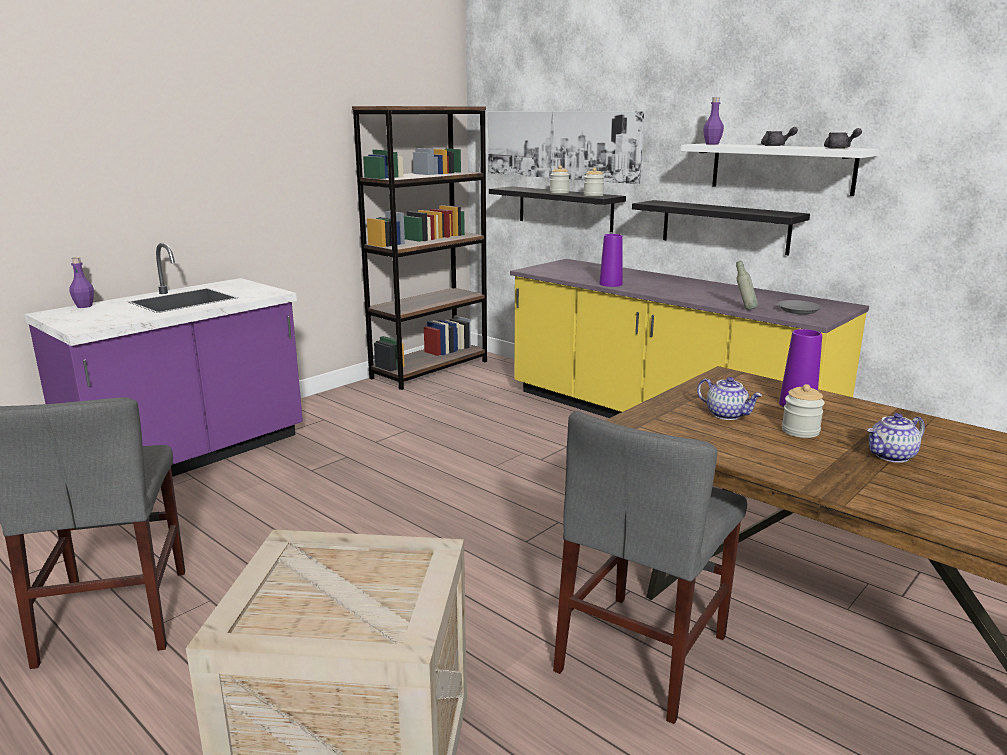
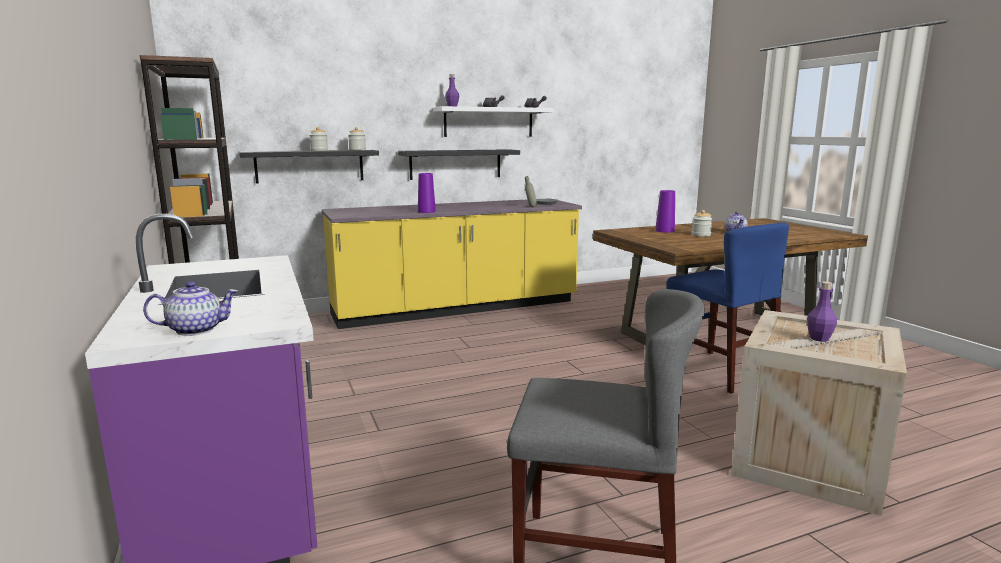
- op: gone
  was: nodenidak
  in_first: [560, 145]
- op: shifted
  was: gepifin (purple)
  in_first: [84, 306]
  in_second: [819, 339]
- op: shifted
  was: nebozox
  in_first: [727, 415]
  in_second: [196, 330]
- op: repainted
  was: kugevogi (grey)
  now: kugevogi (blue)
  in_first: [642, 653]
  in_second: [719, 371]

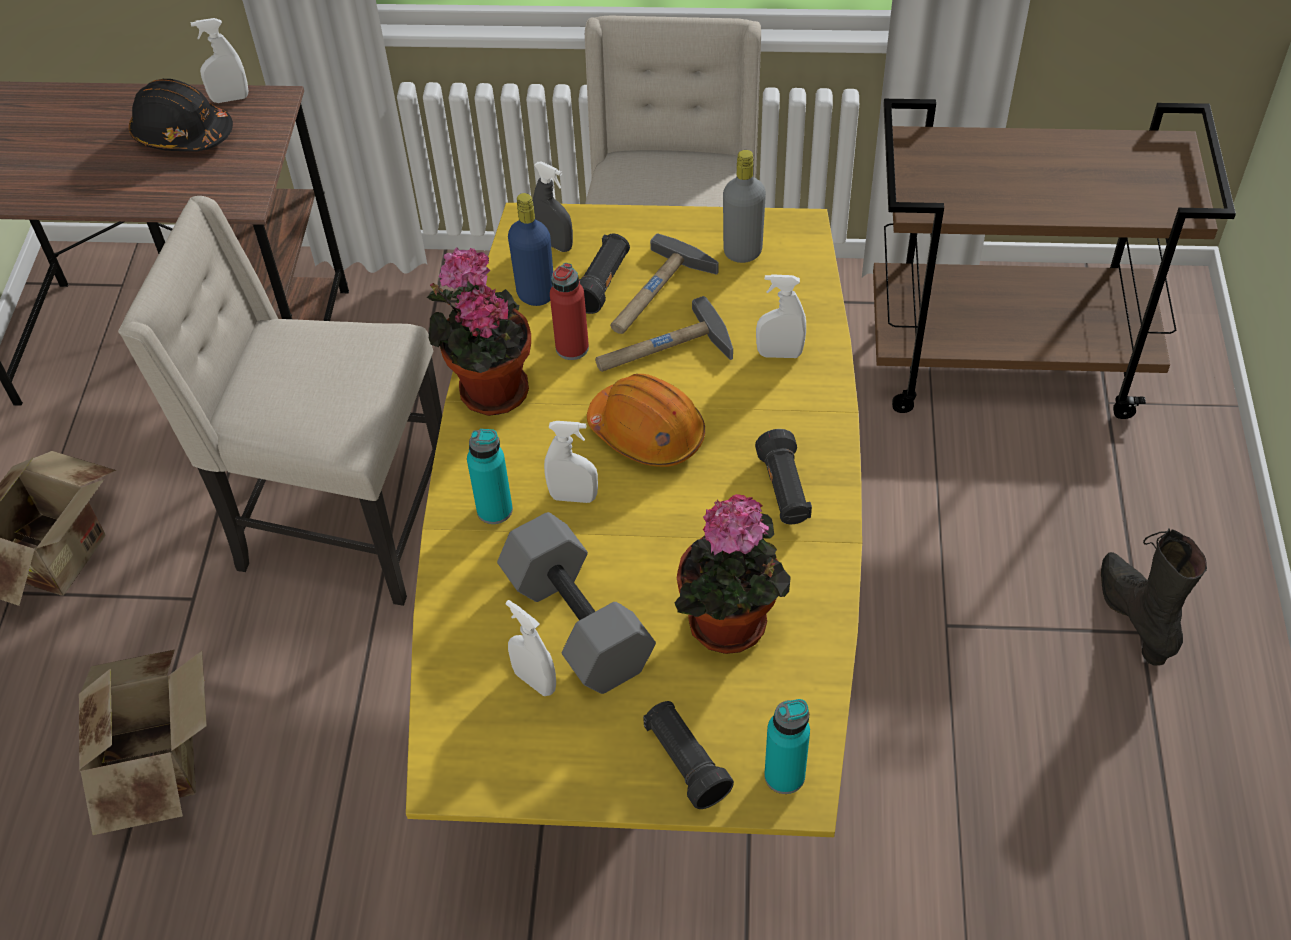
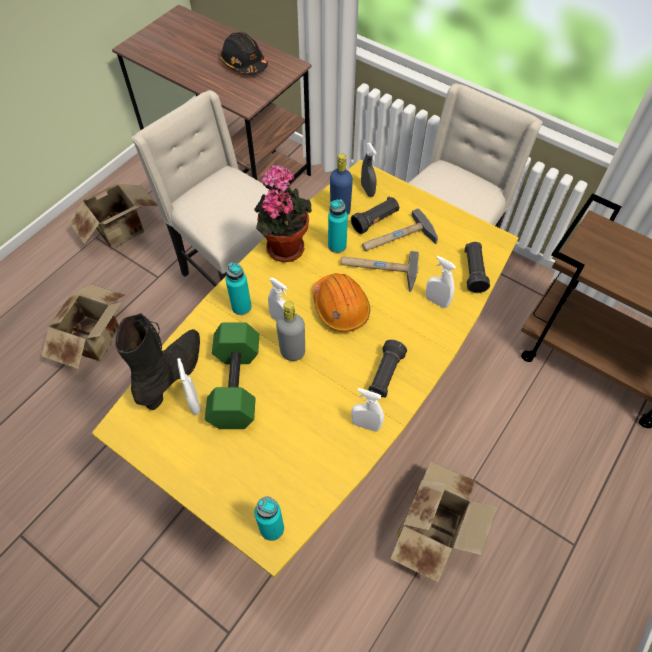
- op: gone
  was: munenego
  in_first: [731, 628]
- op: new
  now: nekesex
  in_second: [435, 528]
- op: shifted
  was: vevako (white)
  in_first: [230, 98]
  in_second: [366, 425]
- op: shifted
  was: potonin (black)
  in_first: [685, 762]
  in_second: [473, 272]
- op: shifted
  was: gepifin (grey)
  in_first: [742, 252]
  in_second: [292, 352]
- op: shifted
  was: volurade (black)
  in_first: [1134, 617]
  in_second: [174, 374]
- op: repainted
  was: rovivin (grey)
  now: rovivin (green)
  in_first: [574, 622]
  in_second: [234, 384]
- op: repainted
  was: gepifin (red)
  now: gepifin (turquoise)
  in_first: [572, 348]
  in_second: [337, 246]

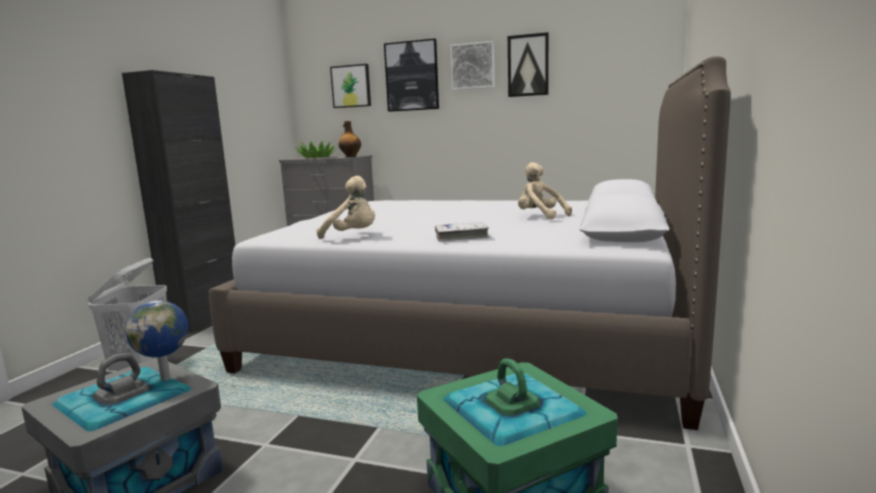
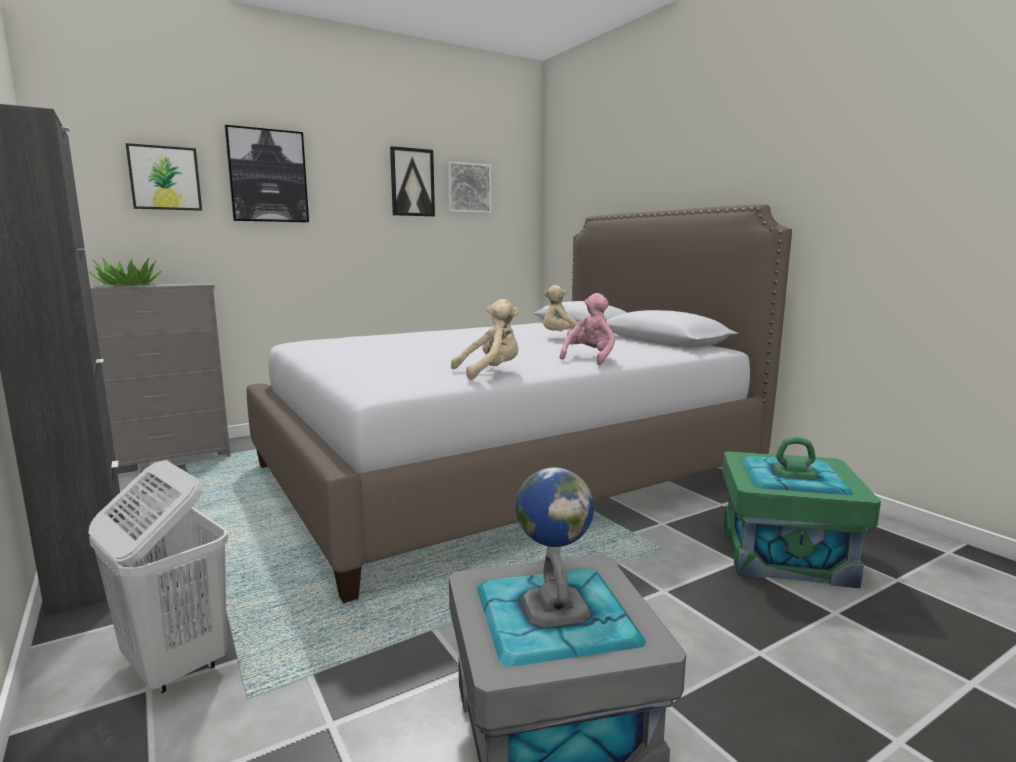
- op: gone
  was: gepifin
  in_first: [350, 156]
- op: shifted
  was: nodenidak
  in_first: [473, 66]
  in_second: [468, 188]
- op: swapped
  was: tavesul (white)
  now: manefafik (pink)
  in_first: [461, 237]
  in_second: [589, 358]

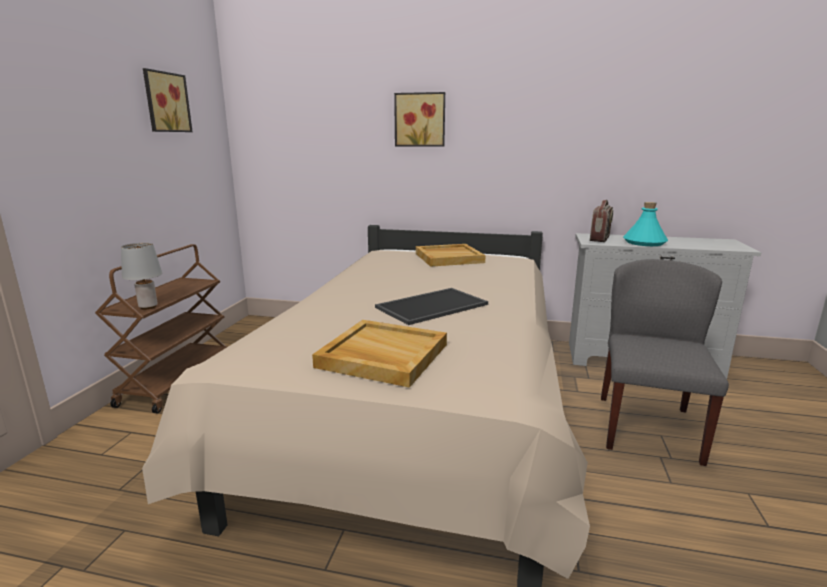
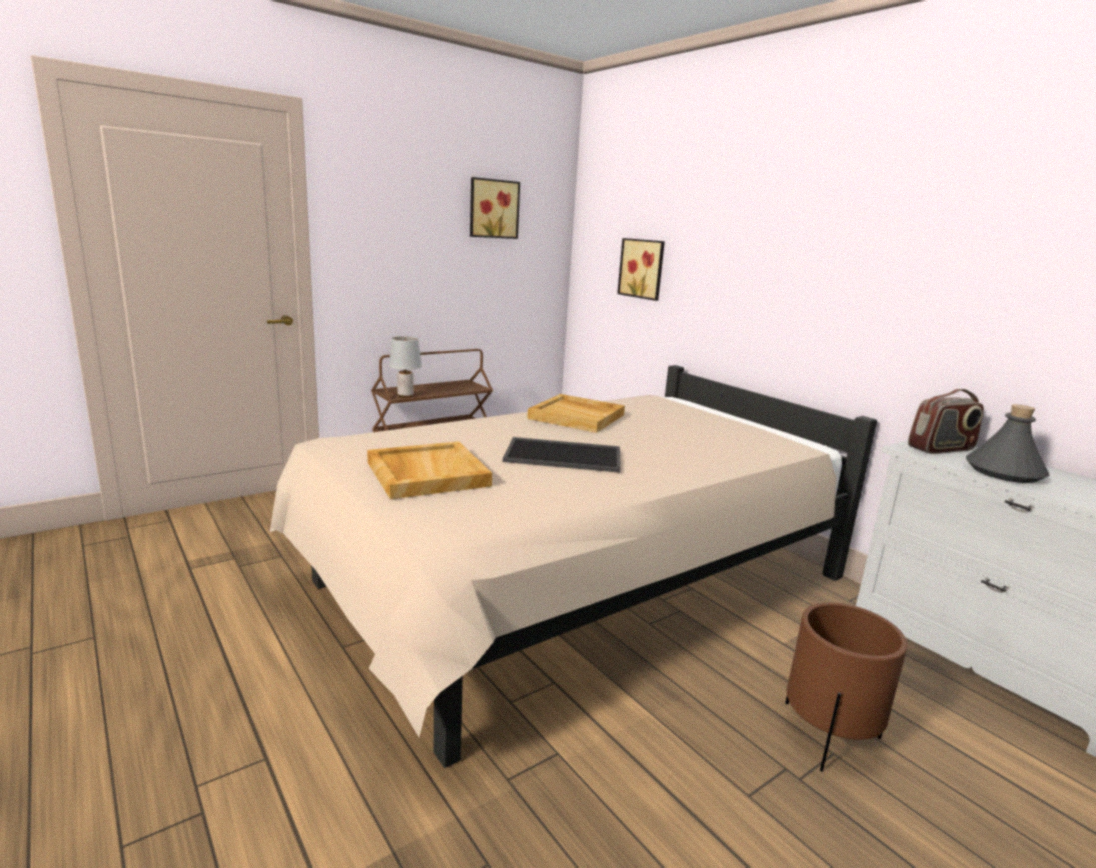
- op: shifted
  was: nodenidak
  in_first: [420, 120]
  in_second: [643, 268]
- op: shifted
  was: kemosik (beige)
  in_first: [449, 258]
  in_second: [577, 416]
- op: swapped
  was: kugevogi (grey)
  now: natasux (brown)
  in_first: [647, 427]
  in_second: [828, 735]
- op: repainted
  was: gepifin (turquoise)
  now: gepifin (grey)
  in_first: [644, 243]
  in_second: [1003, 472]

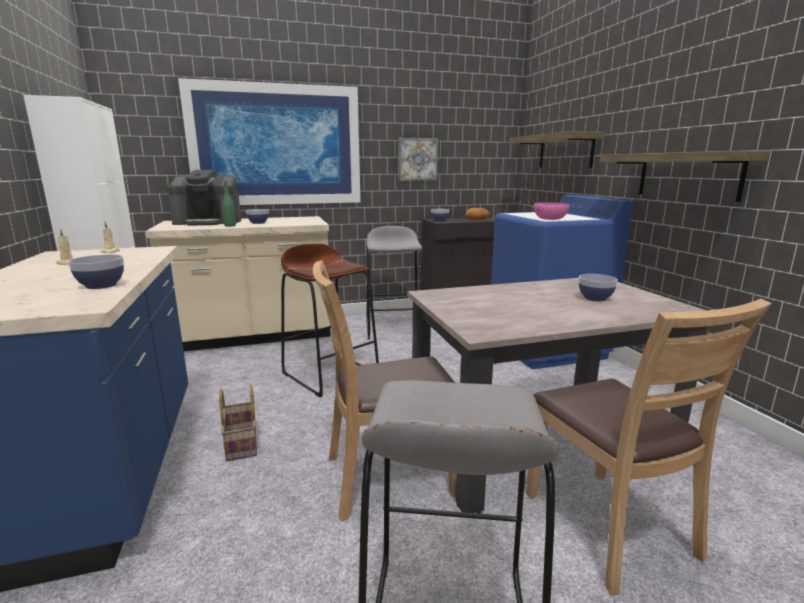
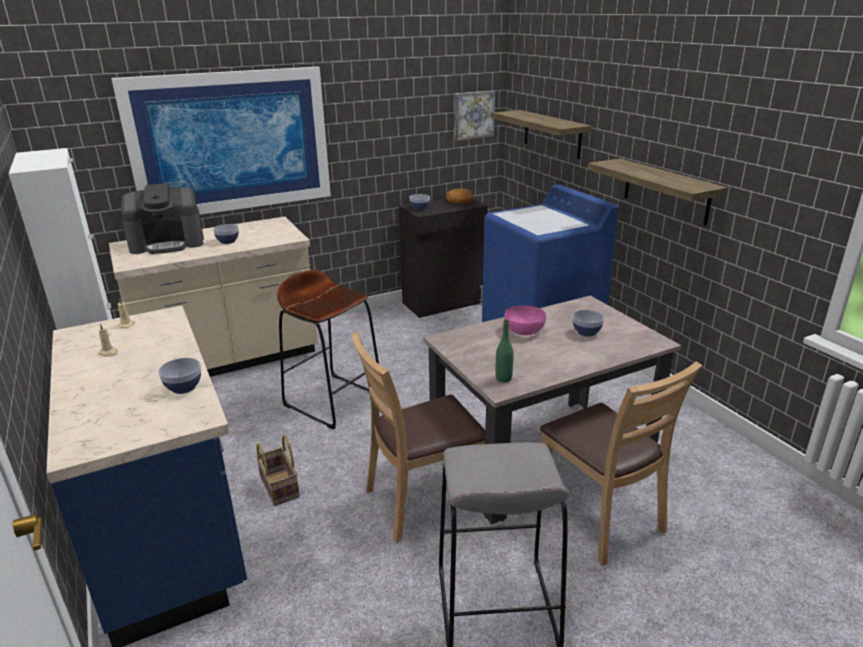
- op: gone
  was: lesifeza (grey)
  in_first: [394, 328]
- op: shifted
  was: gepifin (green)
  in_first: [230, 226]
  in_second: [503, 378]
- op: shifted
  was: nodenidak
  in_first: [417, 159]
  in_second: [473, 115]
- op: shifted
  was: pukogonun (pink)
  in_first: [550, 219]
  in_second: [524, 330]

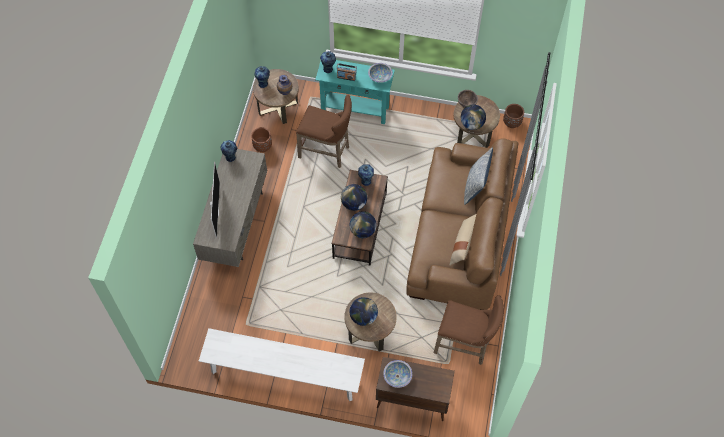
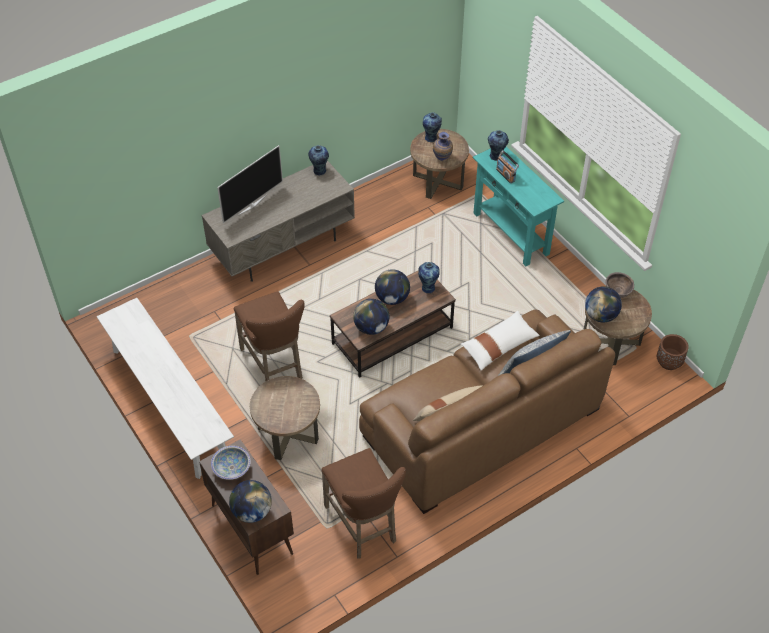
- op: gone
  was: natasux (brown)
  in_first: [262, 146]
- op: gone
  was: pukogonun
  in_first: [380, 76]
- op: new
  now: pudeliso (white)
  in_second: [499, 345]
- op: shifted
  was: lesifeza (brown)
  in_first: [327, 152]
  in_second: [274, 366]
- op: shifted
  was: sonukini
  in_first: [363, 317]
  in_second: [252, 511]

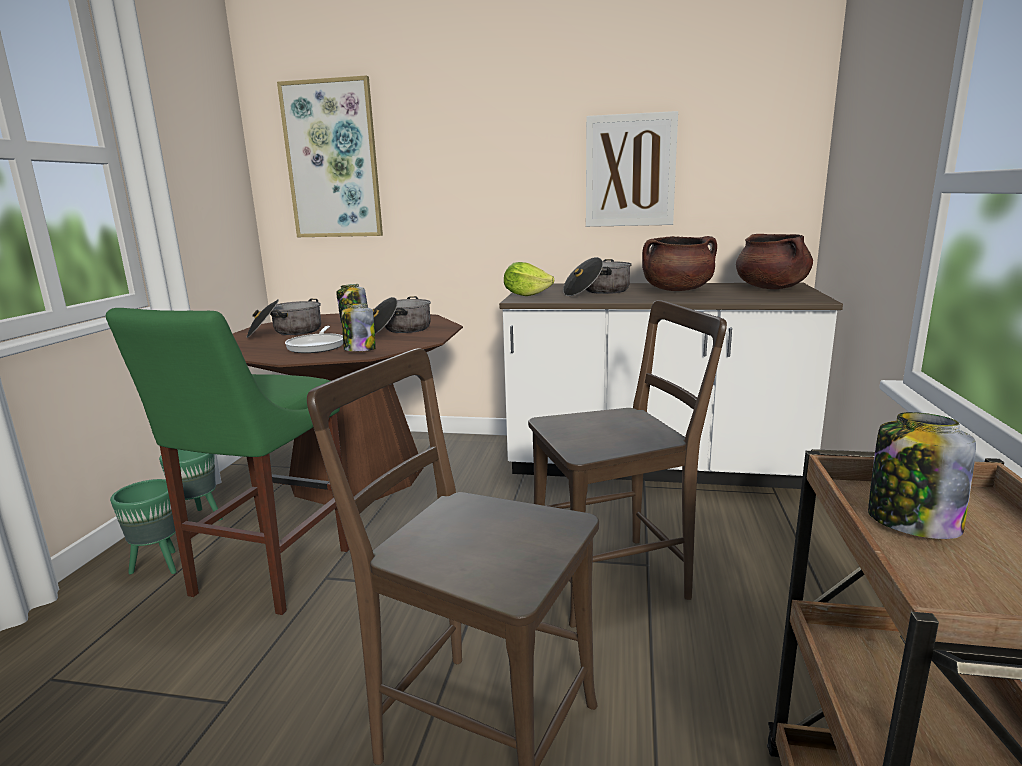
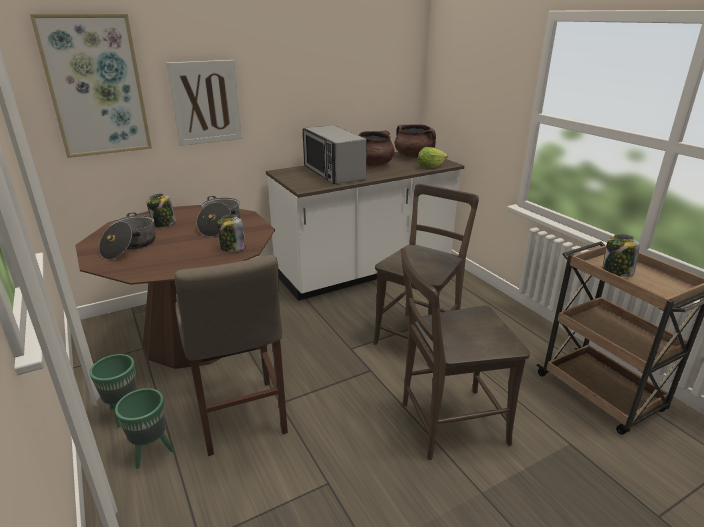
- op: gone
  was: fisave
  in_first: [317, 346]
- op: shifted
  was: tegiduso
  in_first: [526, 295]
  in_second: [430, 166]
- op: shifted
  was: nodenidak
  in_first: [630, 171]
  in_second: [206, 102]
- op: swapped
  was: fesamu
  now: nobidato
  in_first: [597, 292]
  in_second: [333, 173]
- op: repainted
  was: lesifeza (green)
  now: lesifeza (beige)
  in_first: [267, 575]
  in_second: [241, 419]

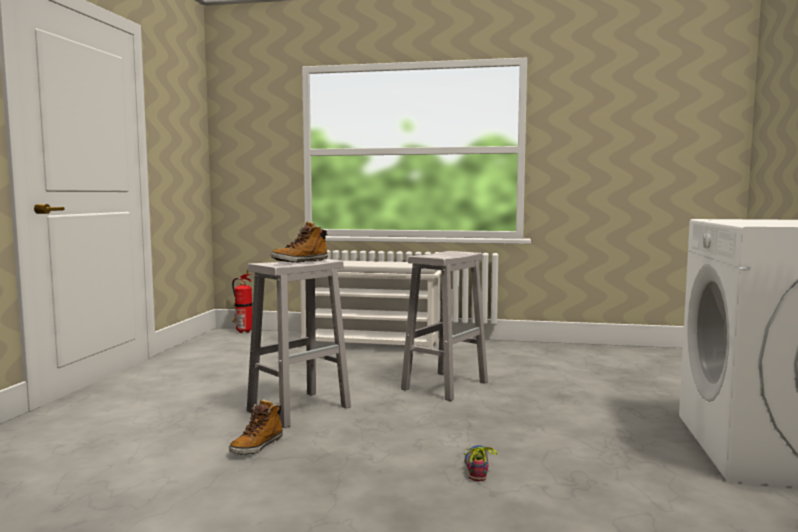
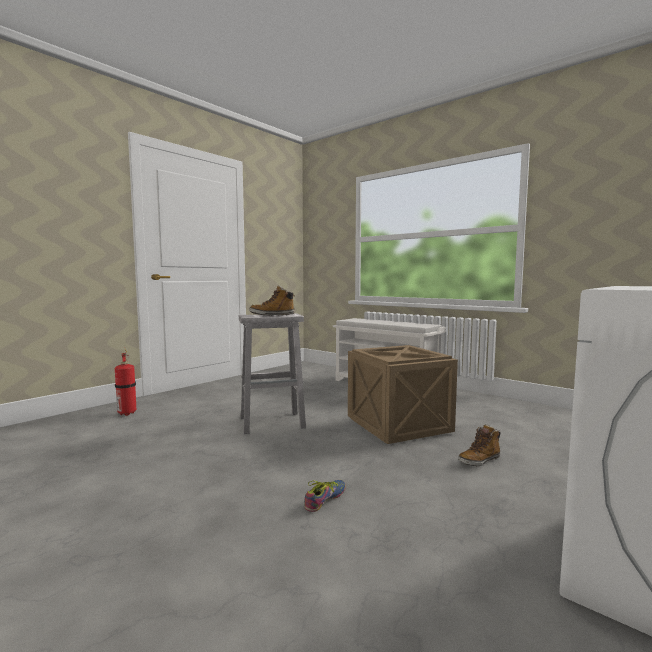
- op: shifted
  was: volurade
  in_first: [257, 446]
  in_second: [479, 460]
- op: shifted
  was: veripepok
  in_first: [243, 331]
  in_second: [127, 413]
- op: swapped
  was: lesifeza (white)
  now: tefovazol
  in_first: [445, 385]
  in_second: [397, 425]

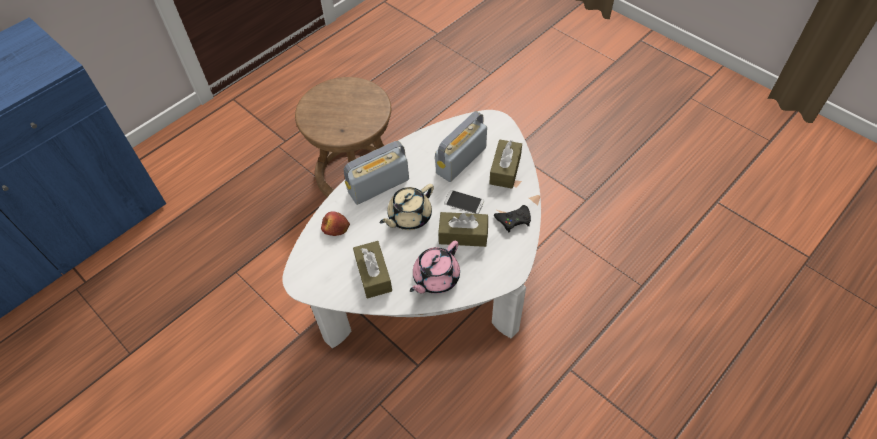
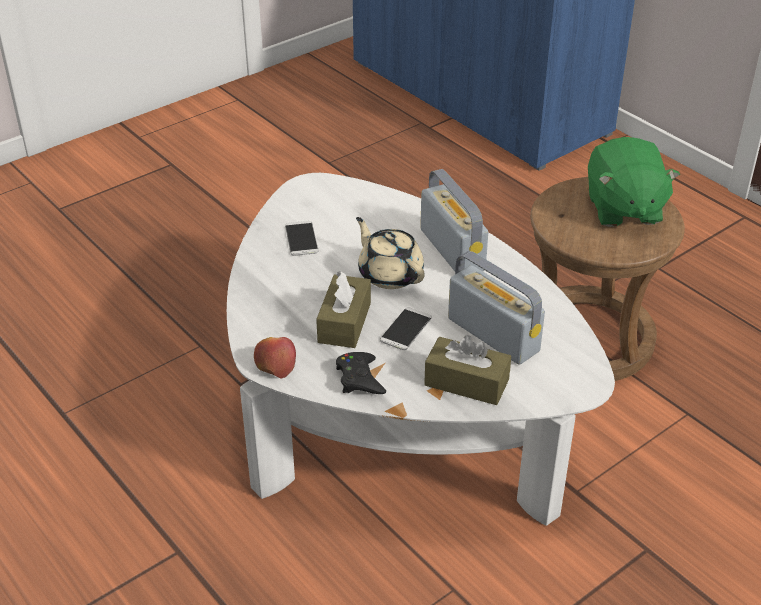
- op: gone
  was: nebozox (pink)
  in_first: [435, 278]
- op: new
  now: manefafik (green)
  in_second: [623, 209]
- op: shifted
  was: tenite
  in_first: [335, 228]
  in_second: [275, 363]
- op: swapped
  was: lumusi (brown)
  now: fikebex
  in_first: [373, 274]
  in_second: [301, 239]

